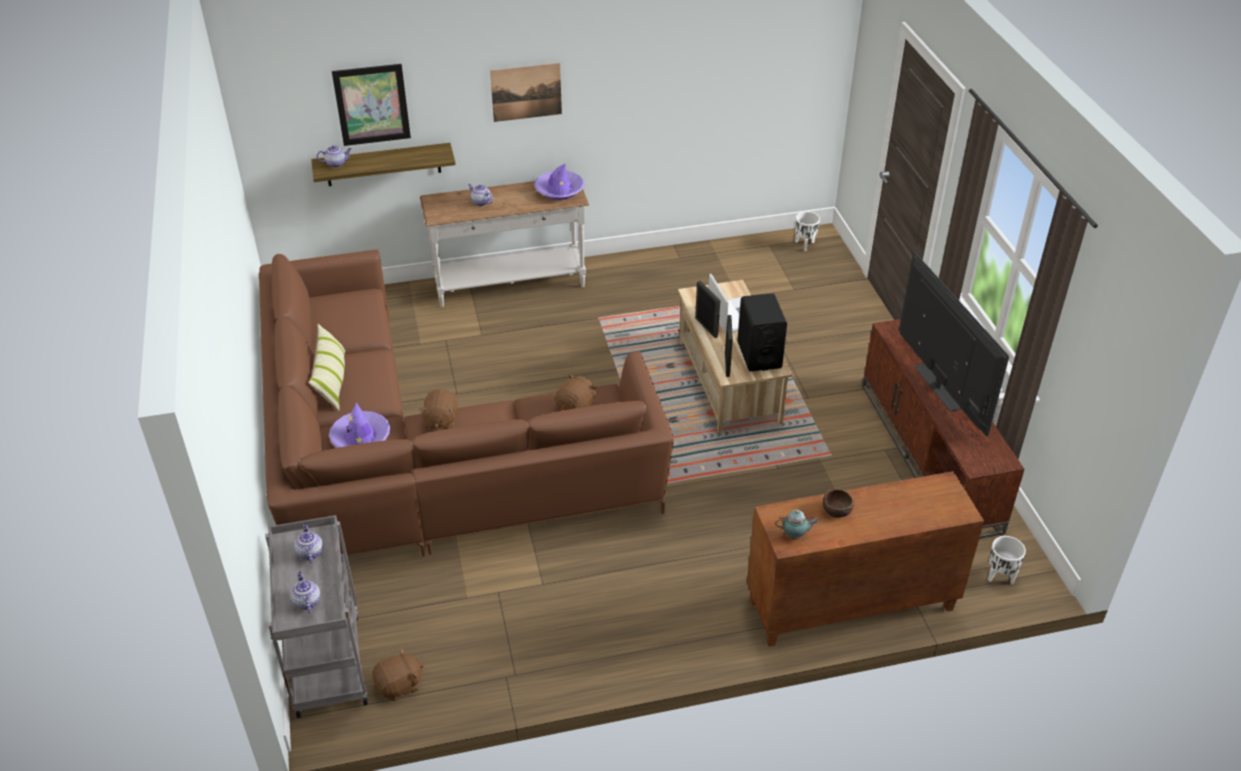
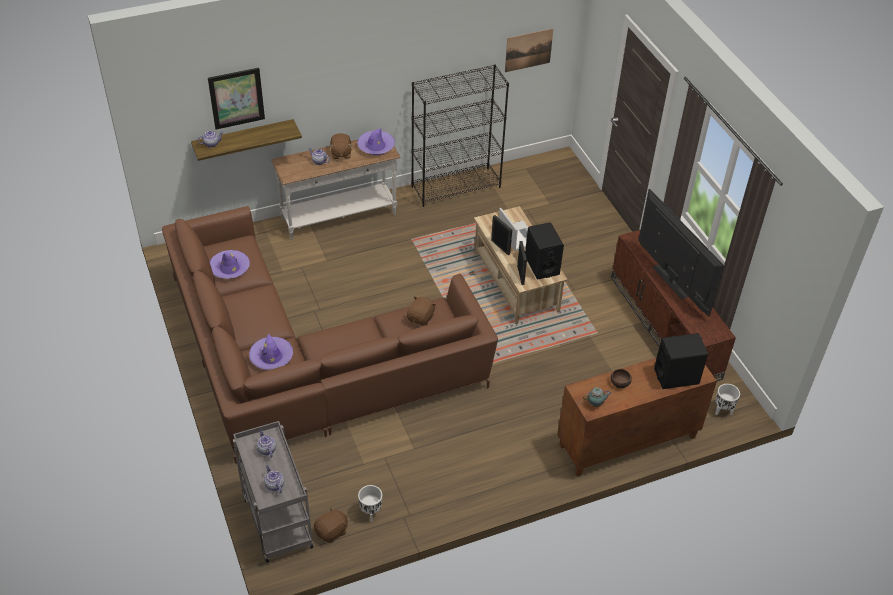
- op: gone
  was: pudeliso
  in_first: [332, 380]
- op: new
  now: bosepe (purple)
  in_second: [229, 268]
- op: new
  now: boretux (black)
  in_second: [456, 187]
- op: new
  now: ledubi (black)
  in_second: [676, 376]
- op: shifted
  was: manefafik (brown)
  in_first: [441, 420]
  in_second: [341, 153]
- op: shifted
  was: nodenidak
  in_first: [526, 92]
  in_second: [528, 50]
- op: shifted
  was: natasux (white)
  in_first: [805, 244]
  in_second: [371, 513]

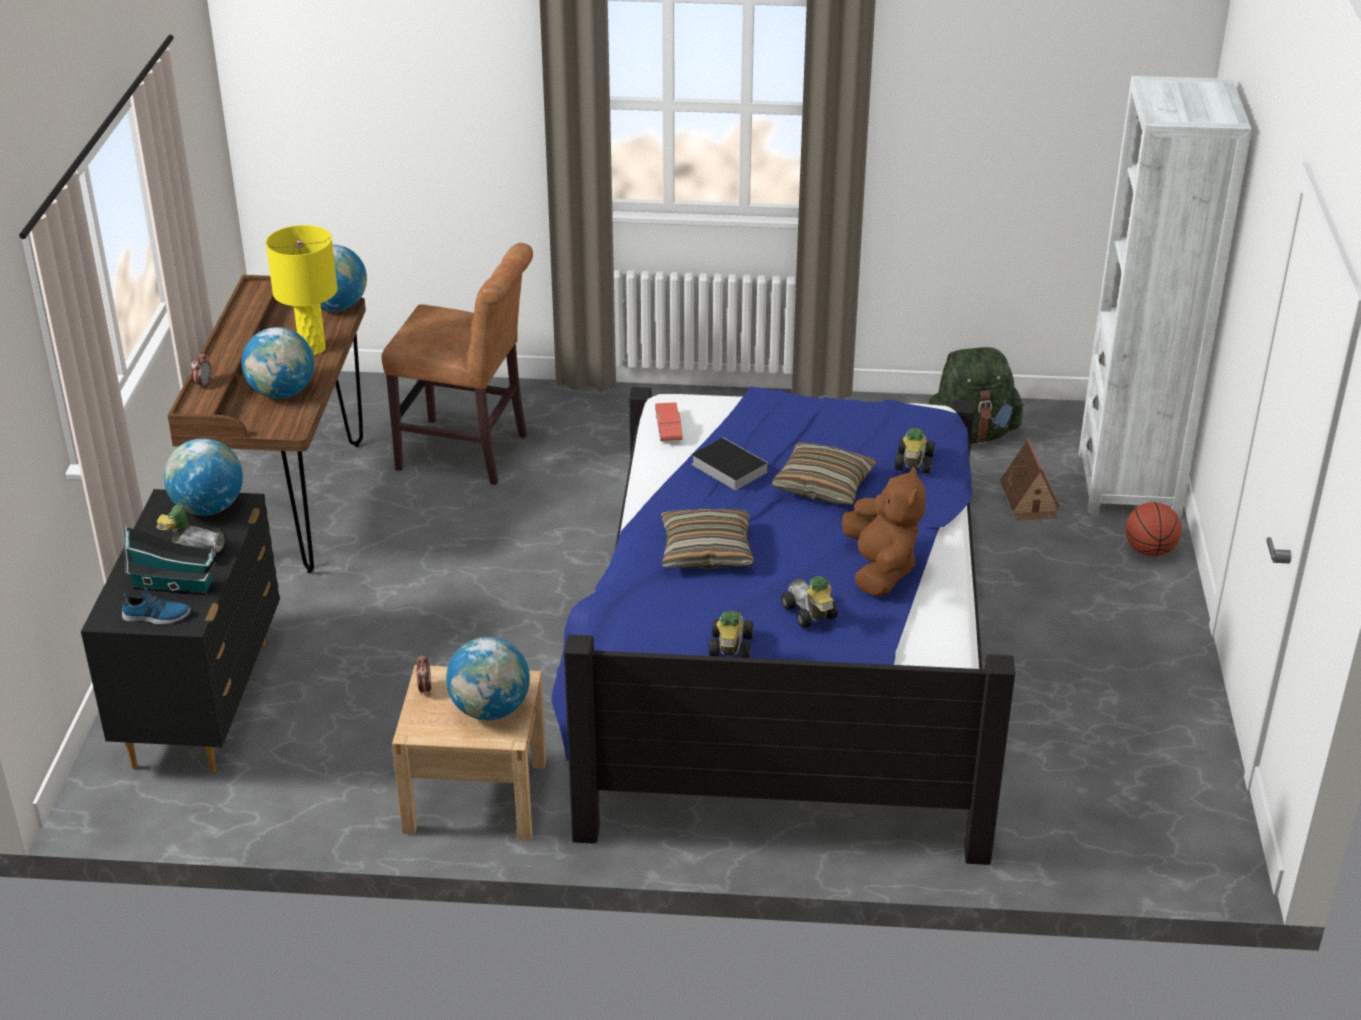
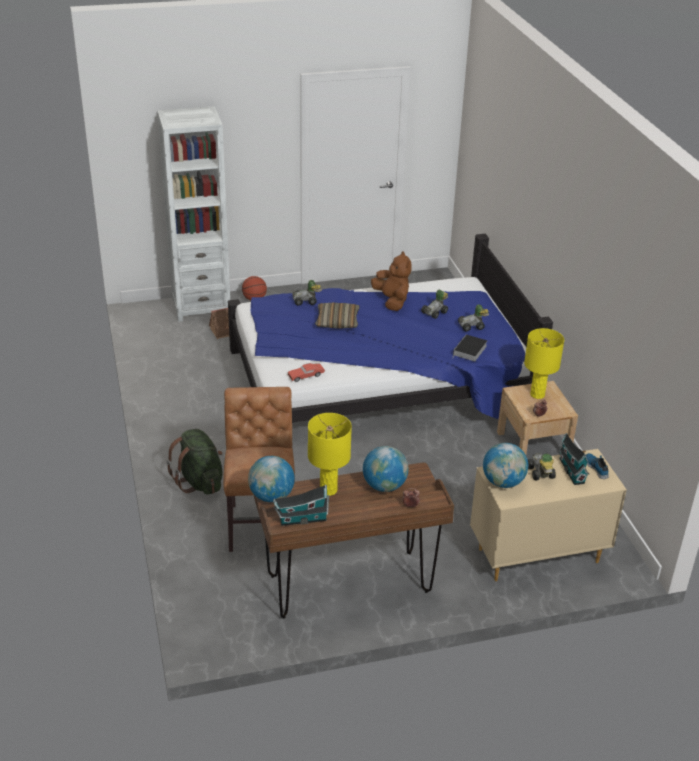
- op: gone
  was: pudeliso
  in_first: [706, 551]
- op: new
  now: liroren
  in_second: [301, 519]
- op: shifted
  was: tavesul
  in_first: [727, 467]
  in_second: [469, 351]
- op: shifted
  was: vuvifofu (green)
  in_first: [971, 435]
  in_second: [200, 482]
- op: swapped
  was: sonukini
  now: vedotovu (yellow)
  in_first: [490, 710]
  in_second: [537, 394]
- op: repainted
  was: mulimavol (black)
  now: mulimavol (beige)
  in_first: [204, 702]
  in_second: [536, 555]
- op: rotated
  was: manefafik (brown)
  in_first: [880, 570]
  in_second: [392, 301]
  clockwise: 90

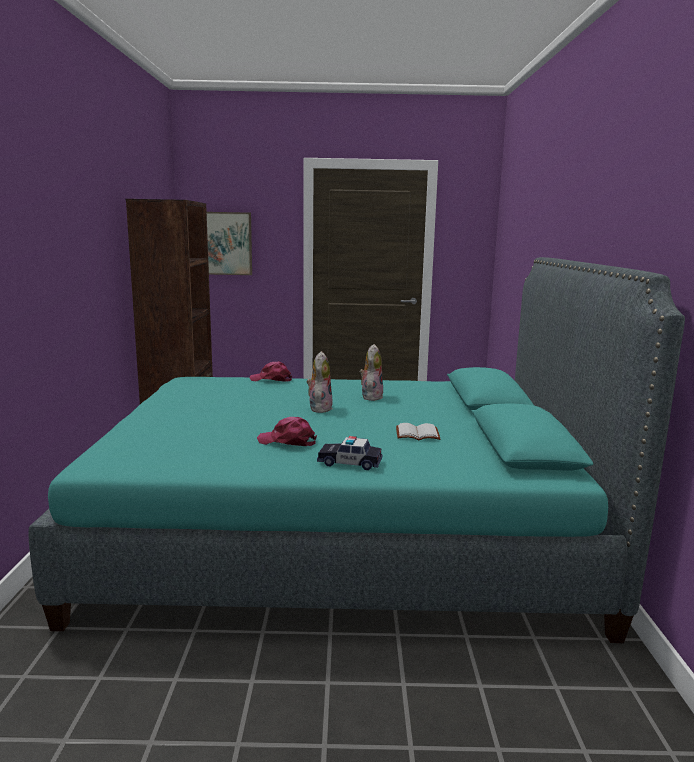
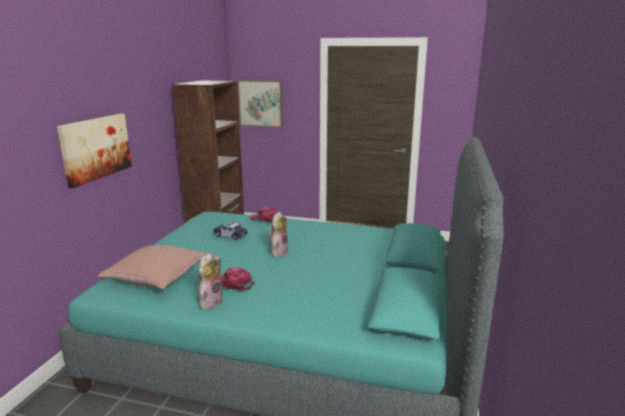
- op: gone
  was: tavesul (white)
  in_first: [418, 433]
- op: new
  now: nodenidak
  in_second: [95, 148]
- op: new
  now: pudeliso (pink)
  in_second: [157, 277]
- op: shifted
  was: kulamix
  in_first: [349, 462]
  in_second: [230, 235]
- op: shifted
  was: manefafik
  in_first: [371, 397]
  in_second: [210, 301]

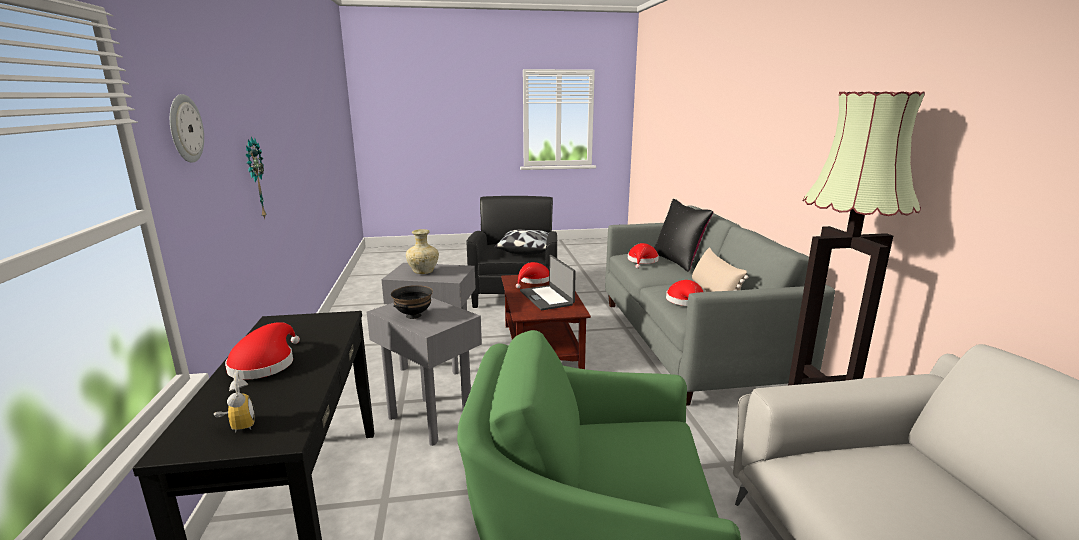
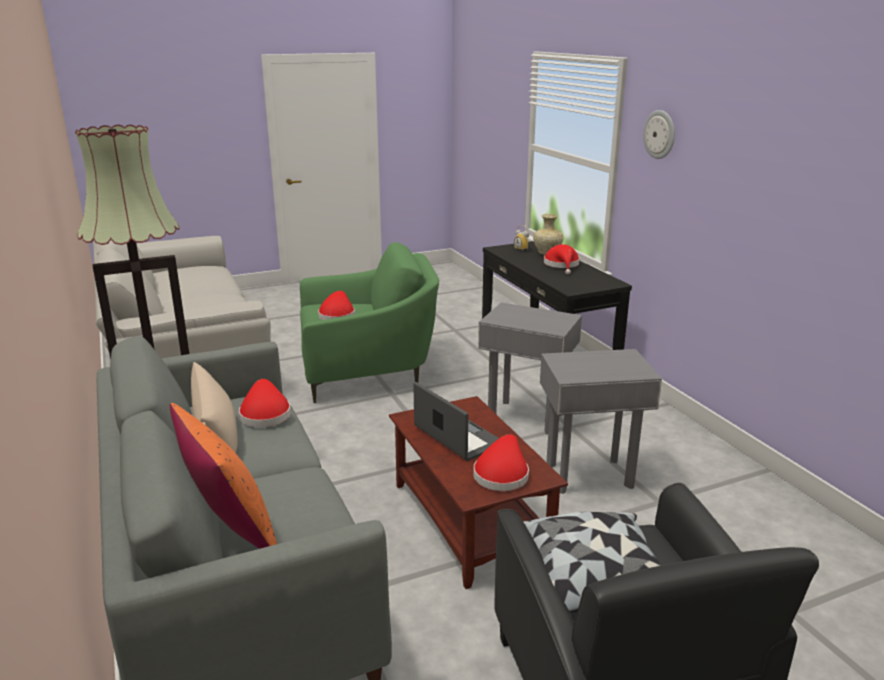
- op: gone
  was: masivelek
  in_first: [254, 179]
- op: gone
  was: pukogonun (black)
  in_first: [413, 315]
- op: shifted
  was: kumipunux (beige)
  in_first: [423, 271]
  in_second: [547, 253]
- op: shifted
  was: bosepe (red)
  in_first: [642, 261]
  in_second: [337, 315]
- op: repainted
  was: pudeliso (black)
  now: pudeliso (orange)
  in_first: [678, 261]
  in_second: [230, 530]

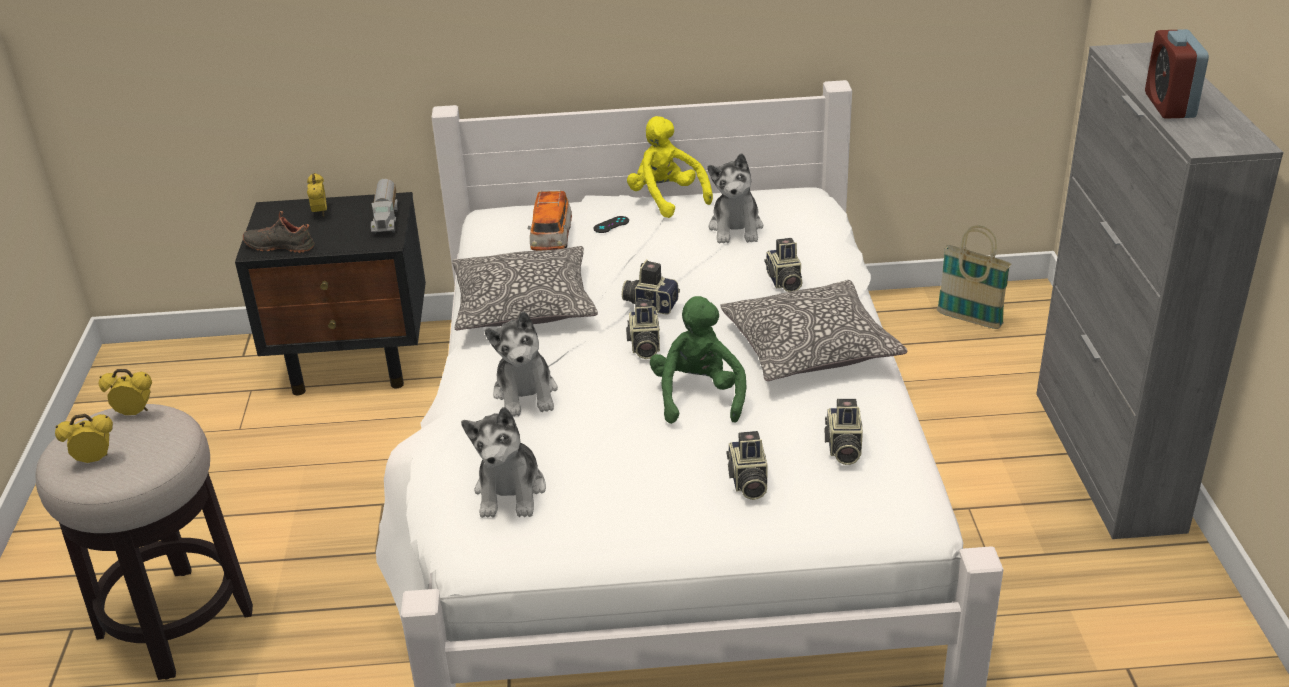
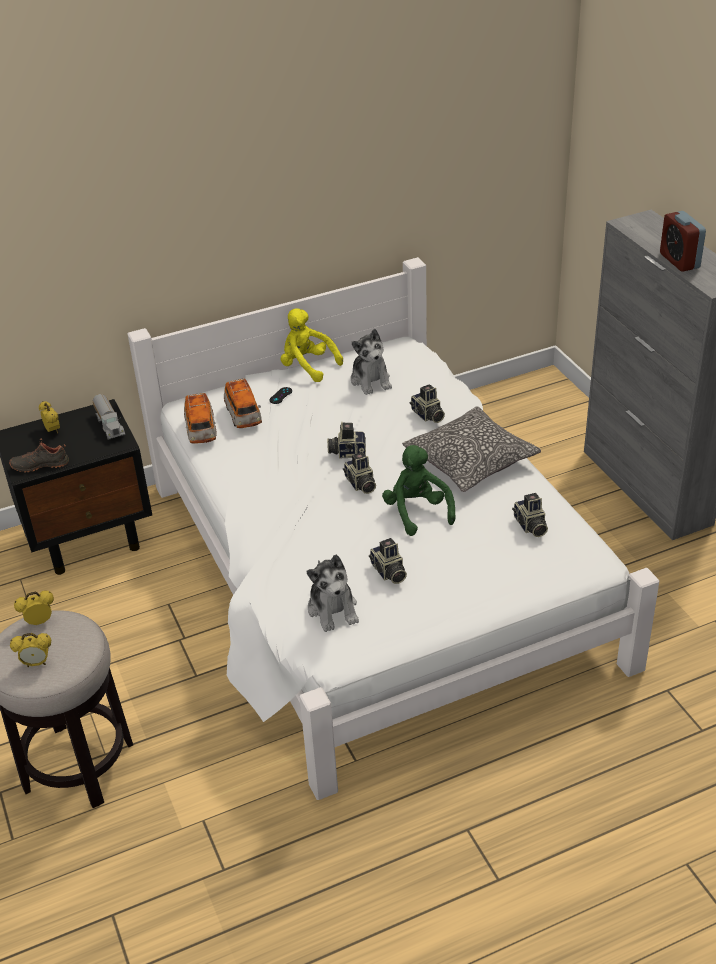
- op: gone
  was: pudeliso
  in_first: [524, 306]
- op: gone
  was: manefafik
  in_first: [526, 393]
- op: gone
  was: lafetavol
  in_first: [969, 319]
- op: new
  now: kulamix
  in_second: [201, 431]
- op: shifted
  was: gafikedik
  in_first: [747, 482]
  in_second: [388, 572]
- op: rotated
  was: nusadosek
  in_first: [94, 460]
  in_second: [36, 663]
  clockwise: -150

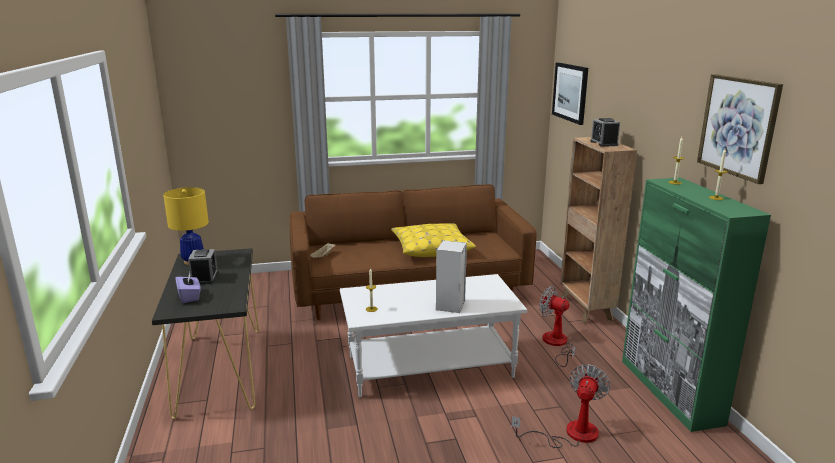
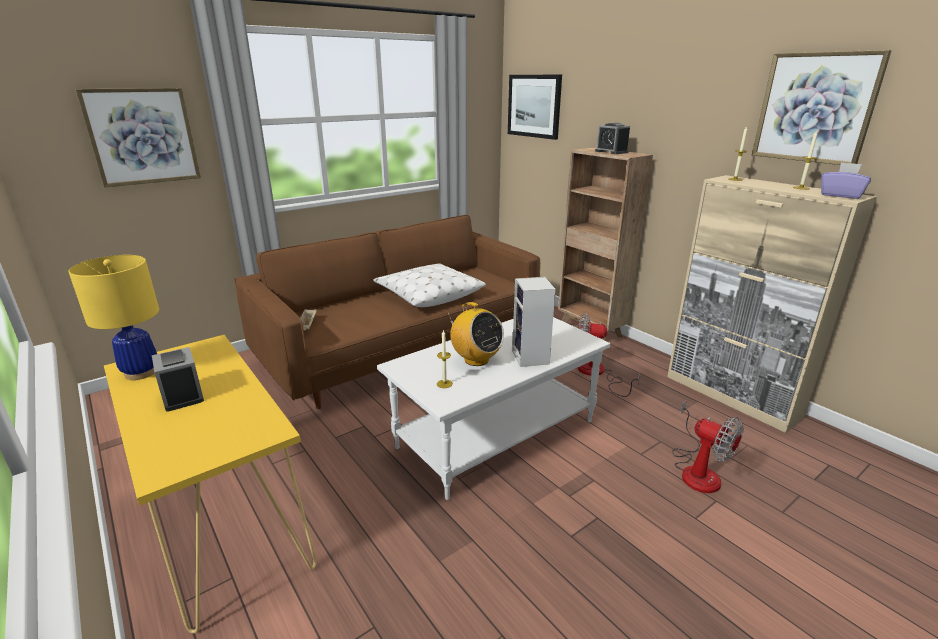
- op: new
  now: nodenidak
  in_second: [142, 136]
- op: new
  now: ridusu
  in_second: [476, 359]
- op: shifted
  was: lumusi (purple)
  in_first: [189, 297]
  in_second: [841, 195]
- op: repainted
  was: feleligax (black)
  now: feleligax (yellow)
  in_first: [220, 370]
  in_second: [223, 521]
- op: repainted
  was: pudeliso (yellow)
  now: pudeliso (white)
  in_first: [431, 248]
  in_second: [428, 295]
- op: repainted
  was: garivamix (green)
  now: garivamix (beige)
  in_first: [670, 391]
  in_second: [732, 396]
- op: rotated
  was: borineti
  in_first: [570, 434]
  in_second: [697, 470]
  clockwise: 135

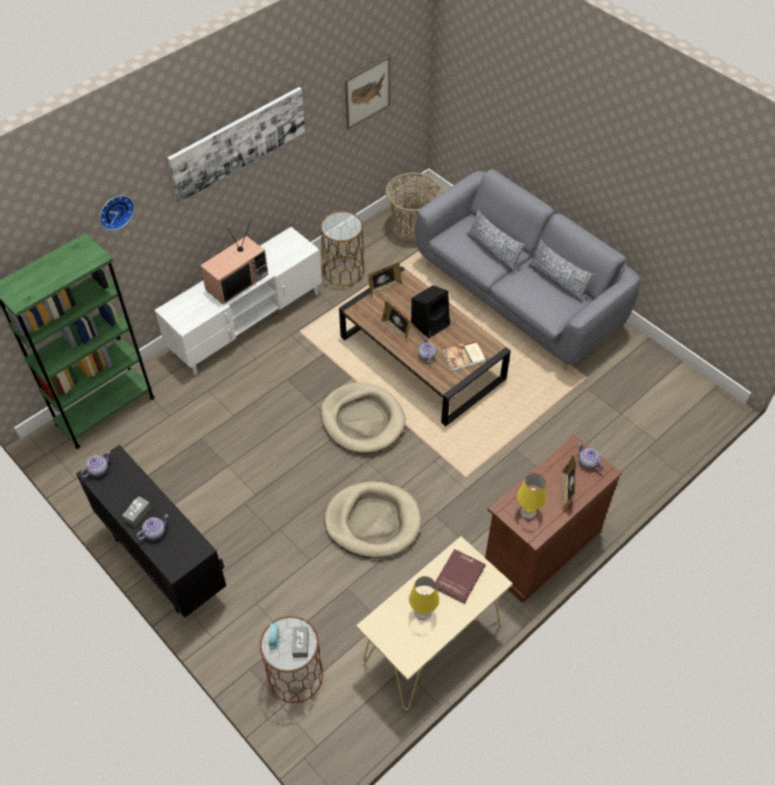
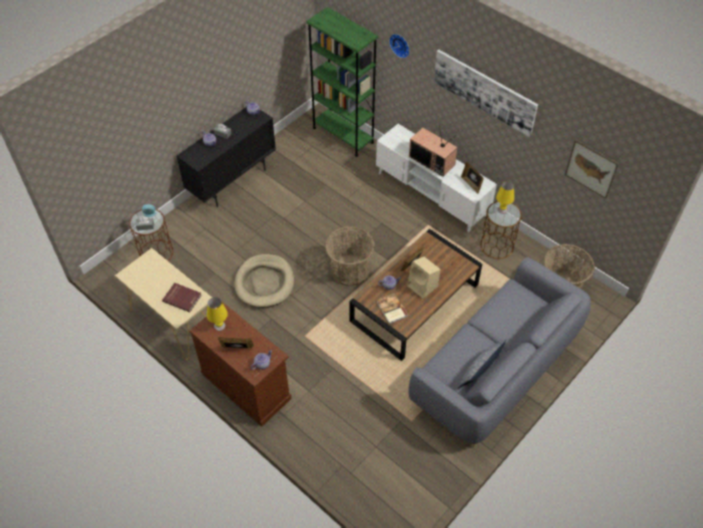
- op: gone
  was: pudeliso
  in_first: [493, 251]
- op: shifted
  was: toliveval
  in_first: [384, 288]
  in_second: [471, 184]
- op: shifted
  was: vedotovu (yellow)
  in_first: [423, 612]
  in_second: [502, 209]
- op: swapped
  was: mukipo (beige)
  now: lafetavol
  in_first: [362, 420]
  in_second: [350, 270]
- op: repainted
  was: ledubi (black)
  now: ledubi (beige)
  in_first: [430, 323]
  in_second: [423, 286]

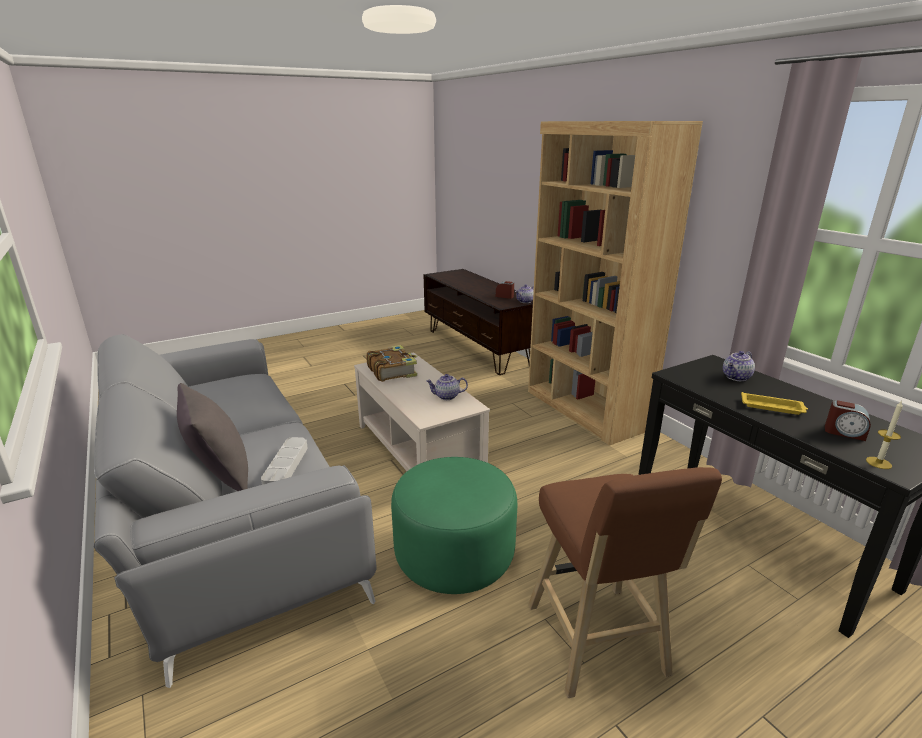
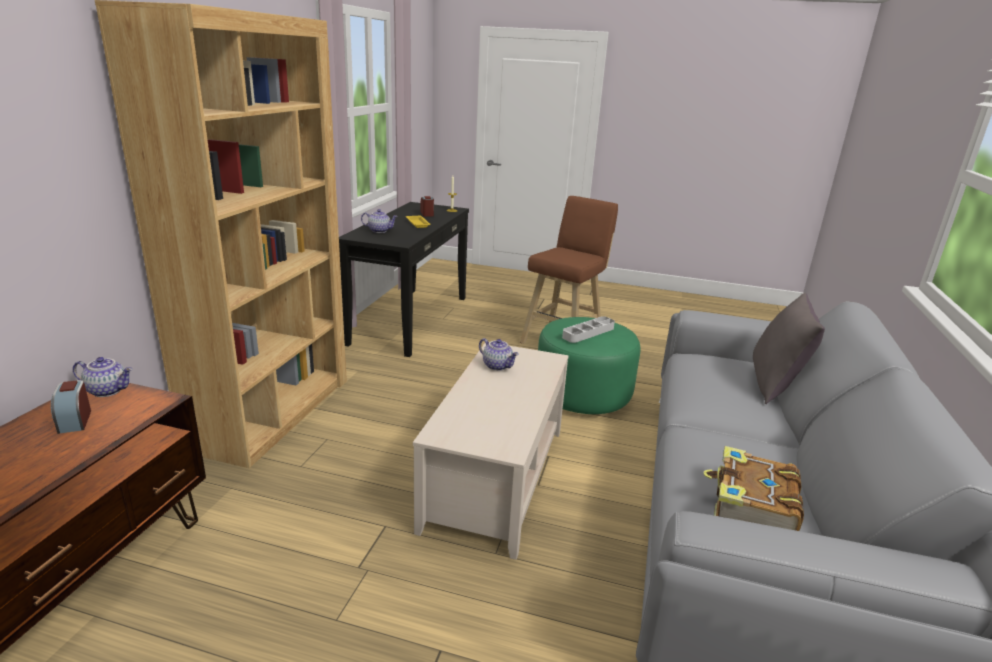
- op: shifted
  was: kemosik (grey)
  in_first: [286, 466]
  in_second: [588, 333]
- op: shifted
  was: tavesul
  in_first: [392, 370]
  in_second: [751, 505]

